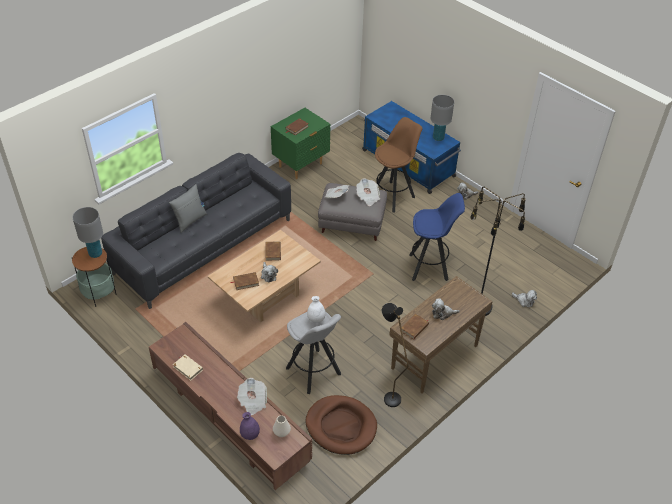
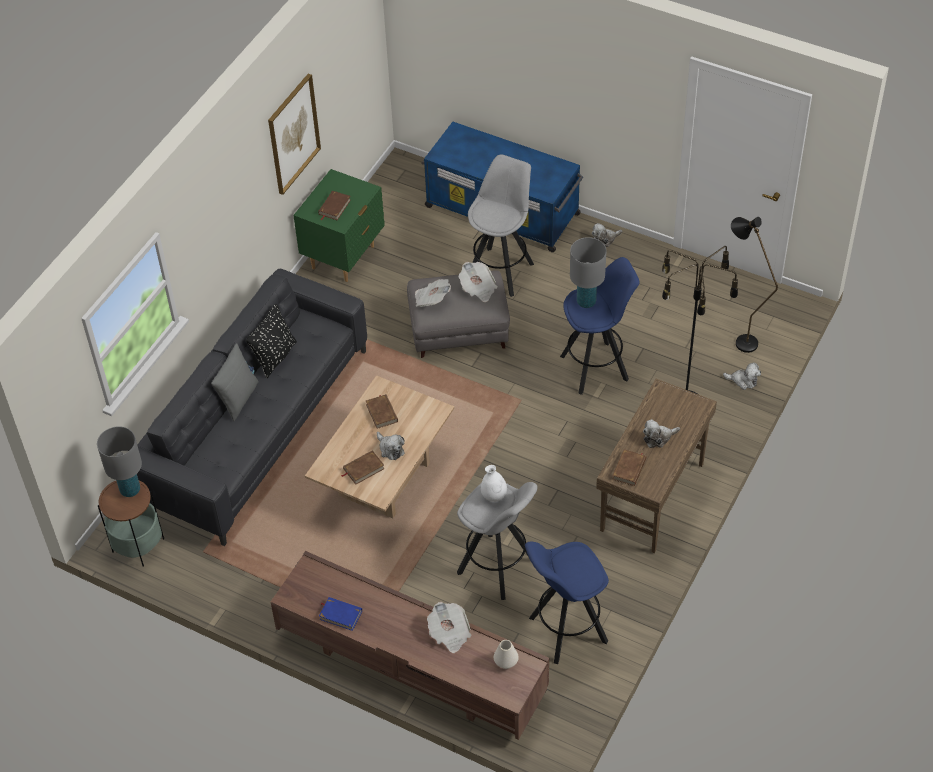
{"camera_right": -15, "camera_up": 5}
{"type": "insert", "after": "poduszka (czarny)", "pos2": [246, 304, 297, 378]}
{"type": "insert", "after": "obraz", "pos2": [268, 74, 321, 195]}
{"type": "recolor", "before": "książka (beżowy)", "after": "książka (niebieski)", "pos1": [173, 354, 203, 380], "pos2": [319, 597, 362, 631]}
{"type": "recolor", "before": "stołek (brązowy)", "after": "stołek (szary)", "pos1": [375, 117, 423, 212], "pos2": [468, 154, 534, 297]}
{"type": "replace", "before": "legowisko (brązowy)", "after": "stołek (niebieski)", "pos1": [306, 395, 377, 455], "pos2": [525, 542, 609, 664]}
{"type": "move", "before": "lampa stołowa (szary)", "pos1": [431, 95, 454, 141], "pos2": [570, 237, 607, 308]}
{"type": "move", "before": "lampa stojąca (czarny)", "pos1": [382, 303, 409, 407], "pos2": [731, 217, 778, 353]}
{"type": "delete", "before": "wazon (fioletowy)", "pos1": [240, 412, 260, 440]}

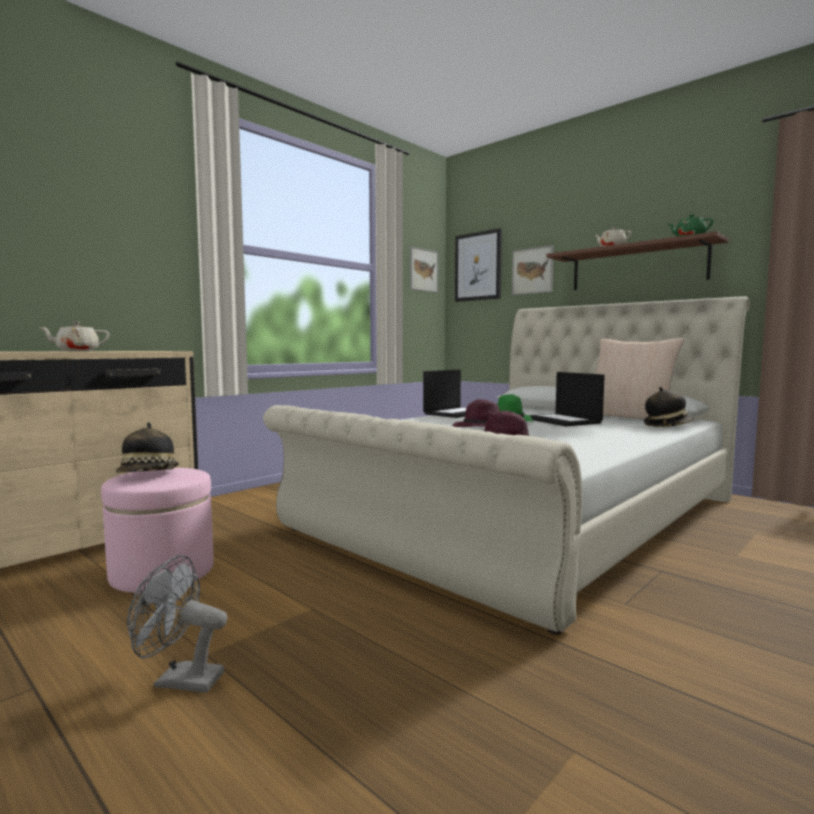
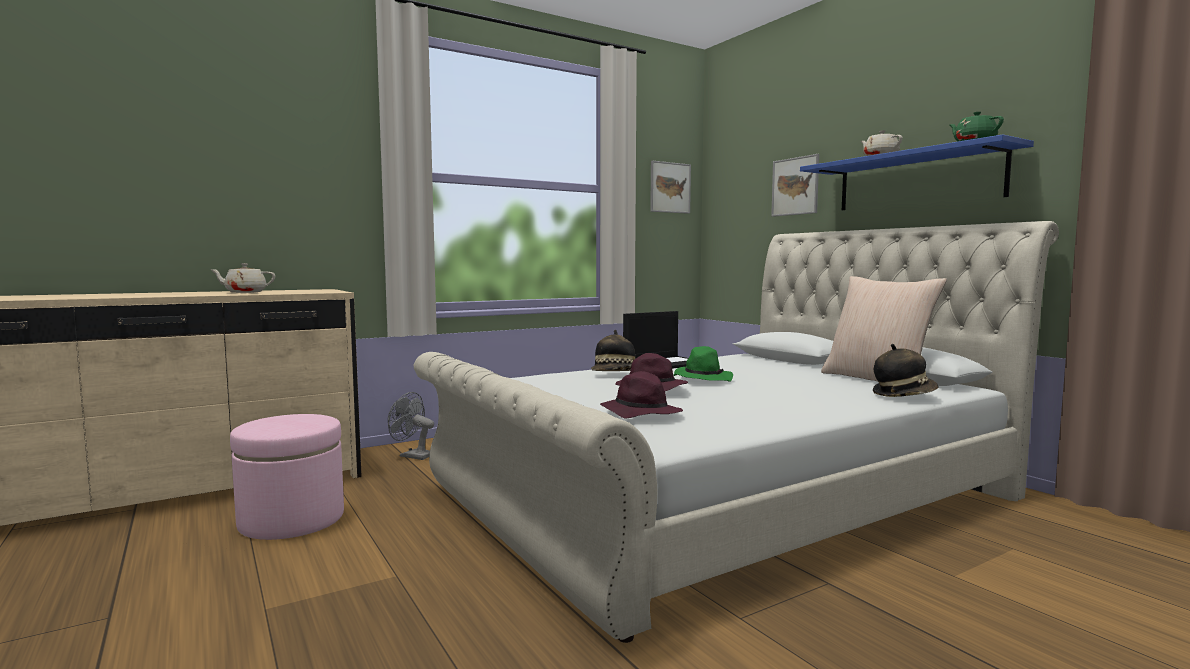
{"camera_right": 15, "camera_up": 0}
{"type": "move", "before": "wentylator (szary)", "pos1": [127, 555, 228, 693], "pos2": [388, 392, 434, 460]}
{"type": "move", "before": "kapelusz", "pos1": [116, 422, 179, 473], "pos2": [591, 330, 635, 371]}
{"type": "recolor", "before": "półka (brązowy)", "after": "półka (niebieski)", "pos1": [546, 231, 729, 290], "pos2": [800, 134, 1034, 210]}
{"type": "delete", "before": "obraz", "pos1": [455, 228, 502, 302]}
{"type": "delete", "before": "laptop", "pos1": [529, 372, 605, 426]}

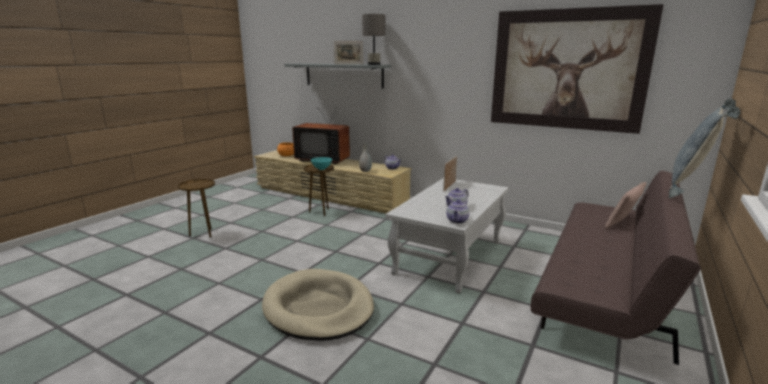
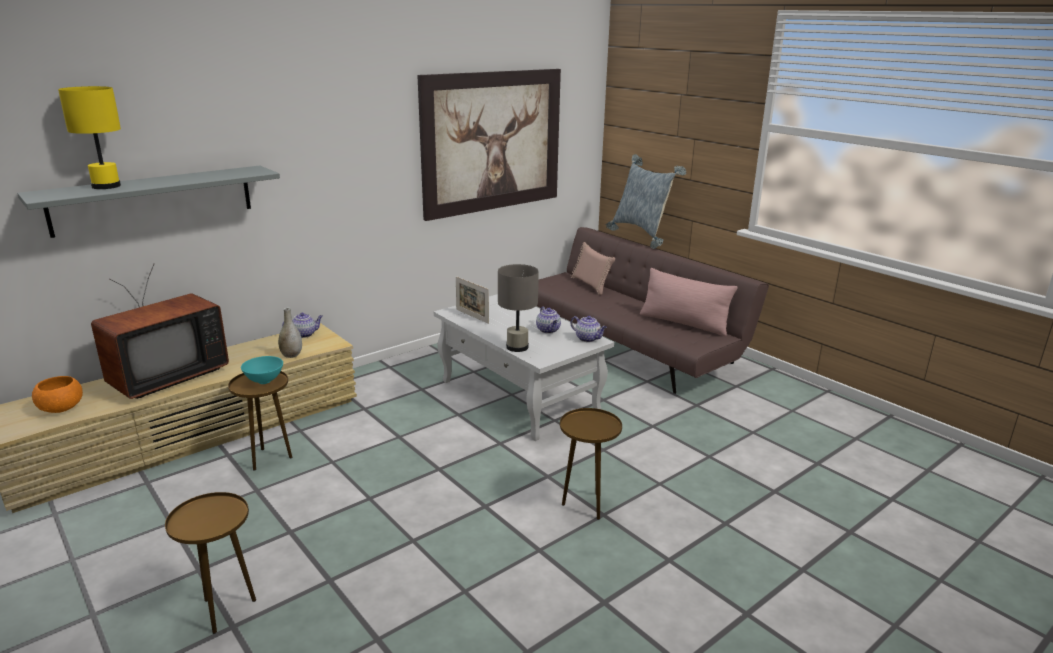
{"camera_right": -70, "camera_up": 5}
{"type": "insert", "after": "lampa stołowa (żółty)", "pos2": [58, 86, 121, 189]}
{"type": "move", "before": "lampa stołowa (szary)", "pos1": [362, 14, 386, 65], "pos2": [498, 264, 539, 352]}
{"type": "replace", "before": "legowisko (beżowy)", "after": "stolik (brązowy)", "pos1": [262, 269, 374, 341], "pos2": [560, 408, 622, 520]}
{"type": "insert", "after": "poduszka (różowy)", "pos2": [640, 268, 738, 336]}
{"type": "delete", "before": "ramka na zdjęcie", "pos1": [334, 41, 363, 64]}

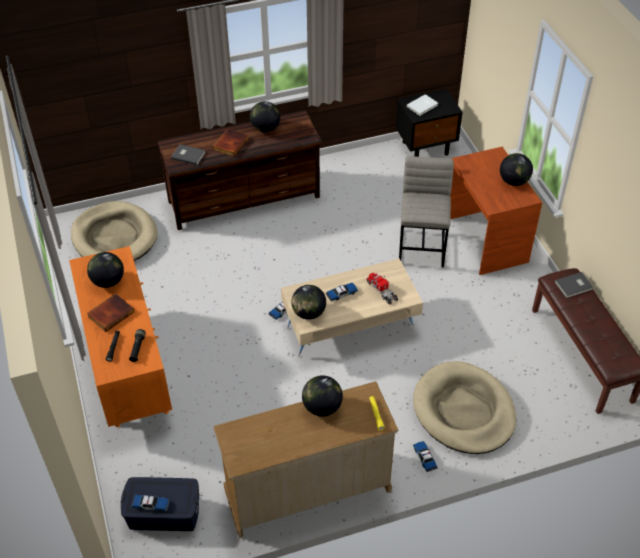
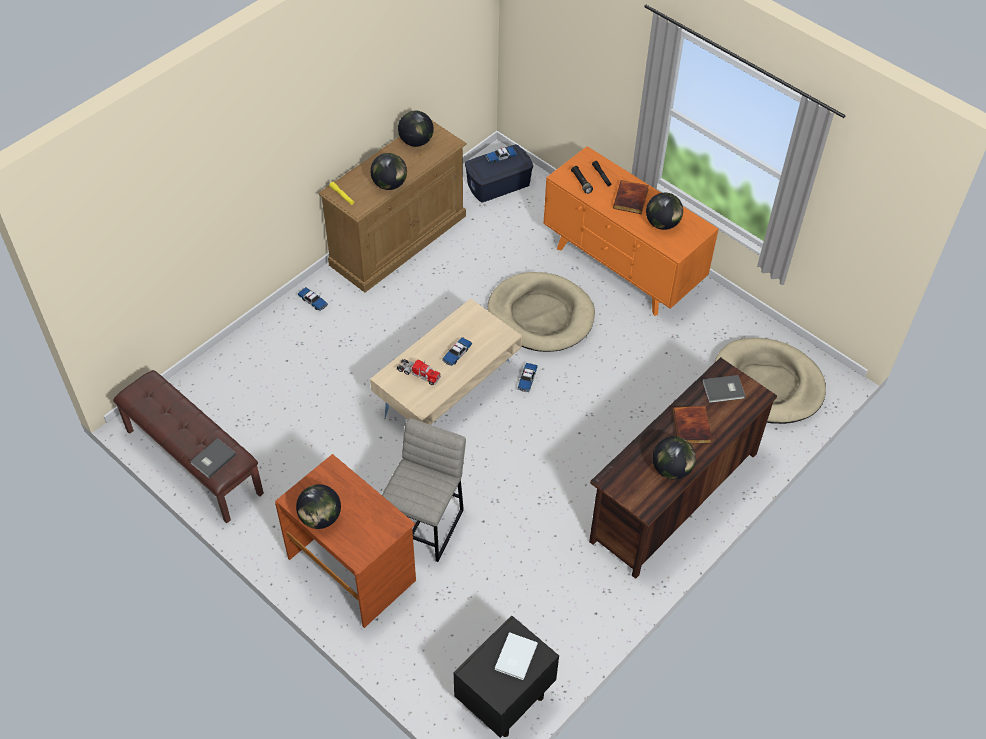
{"camera_right": 150, "camera_up": 5}
{"type": "rotate", "before": "krzesło (szary)", "pos1": [399, 156, 454, 268], "pos2": [382, 418, 466, 562], "turn": -135}
{"type": "move", "before": "globus", "pos1": [291, 285, 326, 320], "pos2": [398, 111, 434, 147]}
{"type": "move", "before": "legowisko (beżowy)", "pos1": [413, 361, 516, 454], "pos2": [488, 272, 595, 352]}

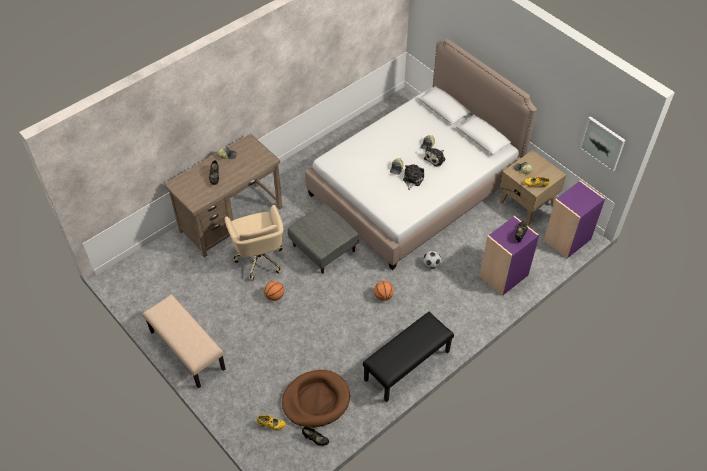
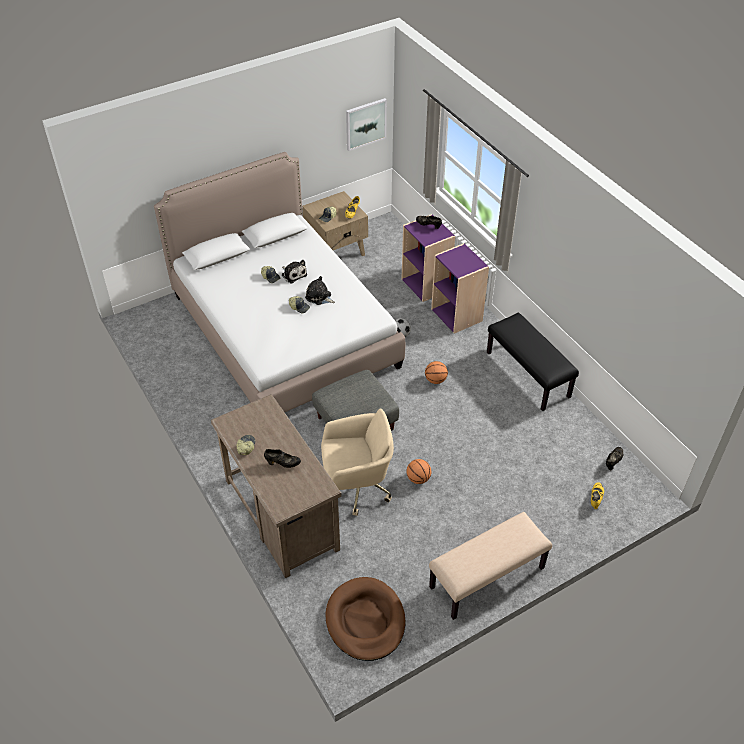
{"camera_right": -80, "camera_up": -5}
{"type": "move", "before": "legowisko (brązowy)", "pos1": [282, 370, 350, 427], "pos2": [326, 577, 405, 661]}
{"type": "move", "before": "regał (fioletowy)", "pos1": [544, 180, 605, 258], "pos2": [431, 243, 489, 334]}

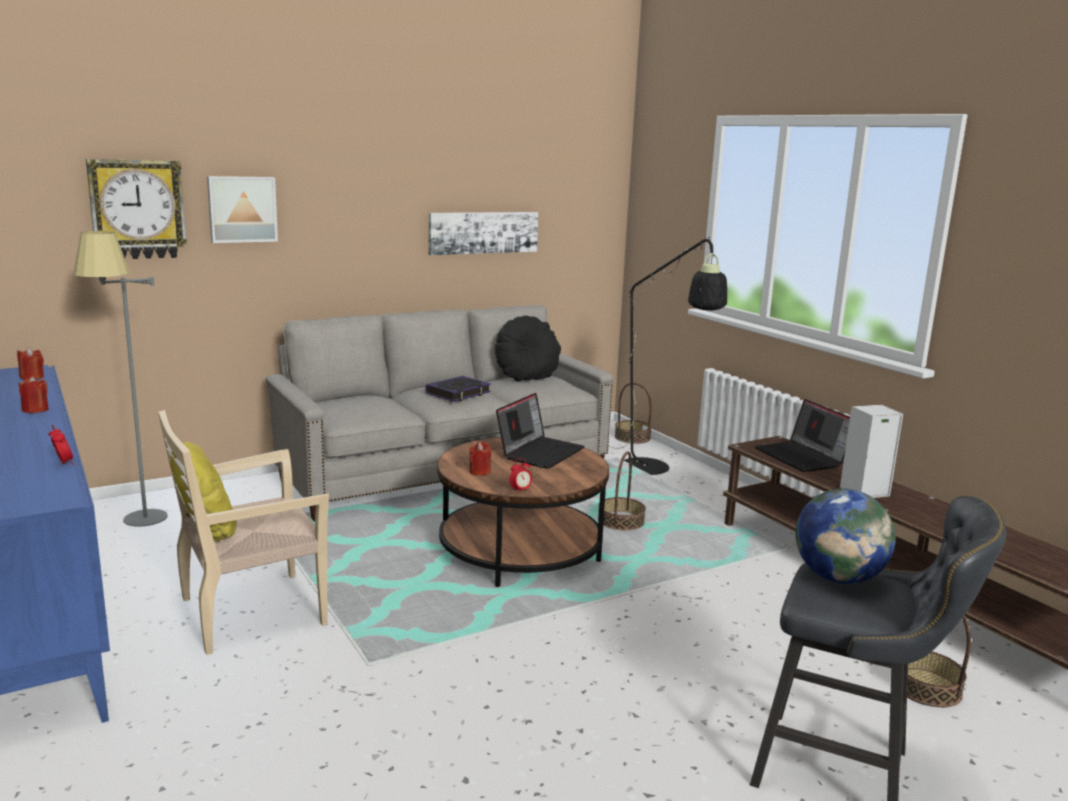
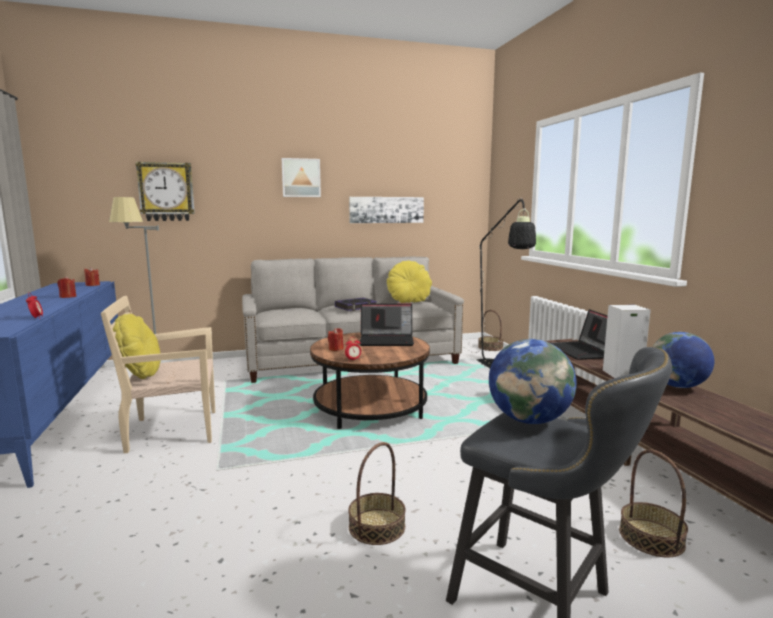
{"camera_right": 15, "camera_up": -5}
{"type": "move", "before": "obraz", "pos1": [207, 176, 278, 243], "pos2": [282, 158, 321, 197]}
{"type": "move", "before": "koszyk", "pos1": [598, 451, 646, 530], "pos2": [348, 442, 406, 545]}
{"type": "rotate", "before": "laptop", "pos1": [496, 393, 585, 469], "pos2": [360, 304, 414, 346], "turn": 45}
{"type": "recolor", "before": "poduszka (czarny)", "after": "poduszka (żółty)", "pos1": [495, 316, 561, 381], "pos2": [387, 261, 432, 303]}
{"type": "insert", "after": "globus", "pos2": [652, 332, 714, 388]}

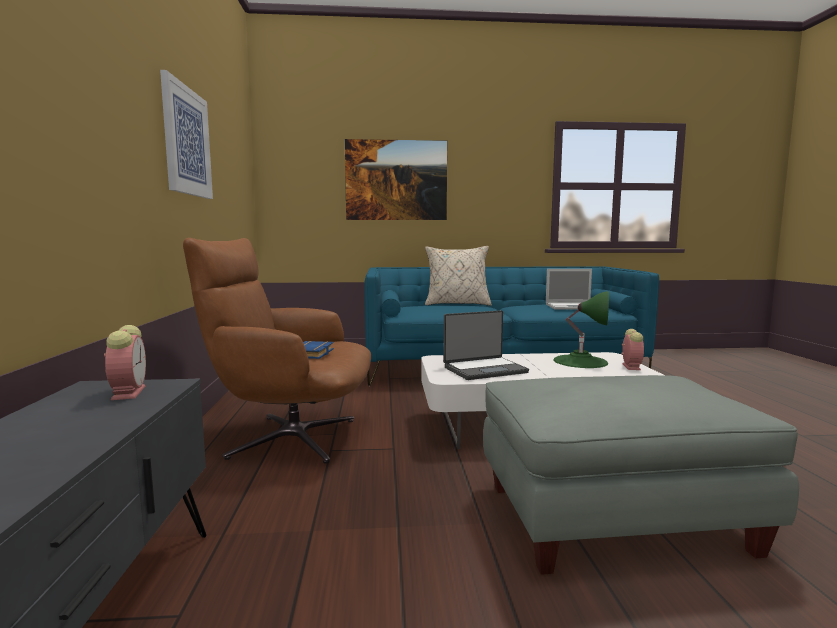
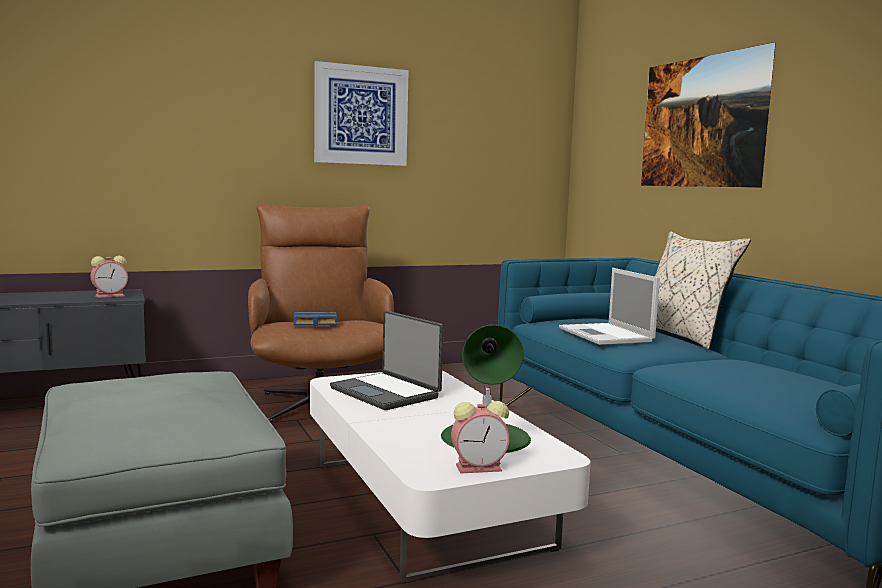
{"camera_right": 70, "camera_up": 0}
{"type": "move", "before": "laptop", "pos1": [546, 269, 592, 310], "pos2": [559, 268, 660, 345]}

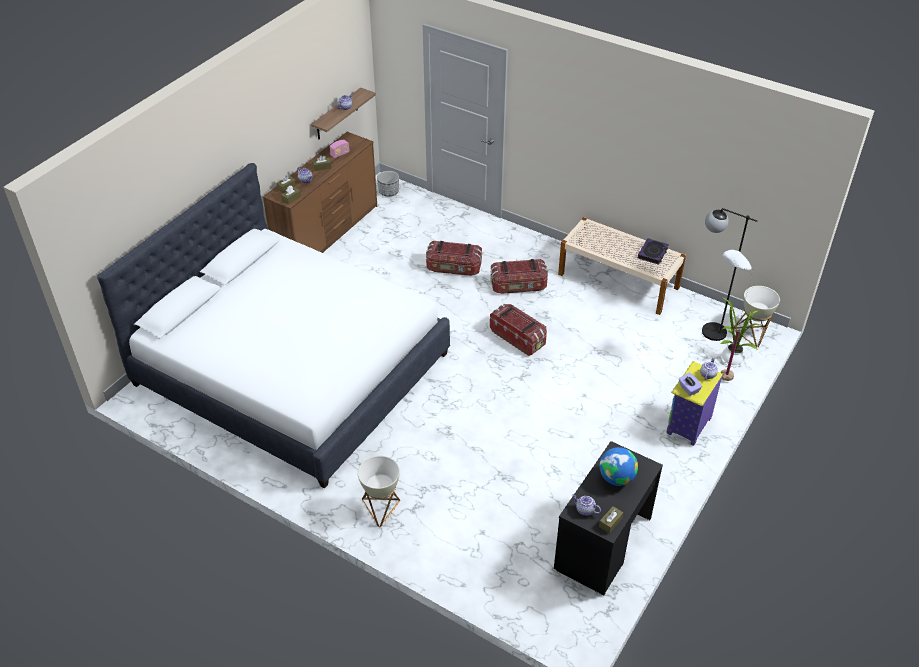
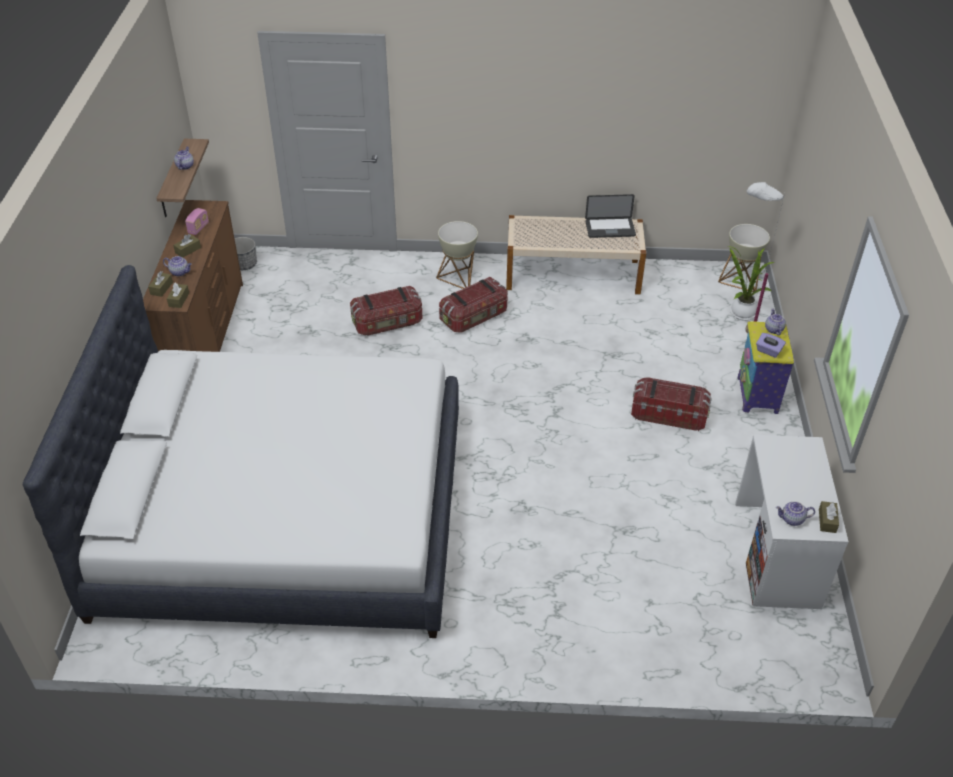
{"camera_right": -30, "camera_up": 0}
{"type": "move", "before": "donica", "pos1": [358, 456, 400, 527], "pos2": [436, 221, 478, 289]}
{"type": "replace", "before": "książka", "after": "laptop", "pos1": [638, 238, 669, 265], "pos2": [585, 194, 636, 238]}
{"type": "move", "before": "pojemnik do przechowywania", "pos1": [490, 304, 547, 356], "pos2": [631, 377, 712, 431]}
{"type": "recolor", "before": "biurko (czarny)", "after": "biurko (biały)", "pos1": [554, 441, 663, 595], "pos2": [735, 435, 849, 609]}
{"type": "delete", "before": "globus", "pos1": [600, 447, 638, 486]}
{"type": "delete", "before": "lampa stojąca (czarny)", "pos1": [702, 208, 757, 341]}

